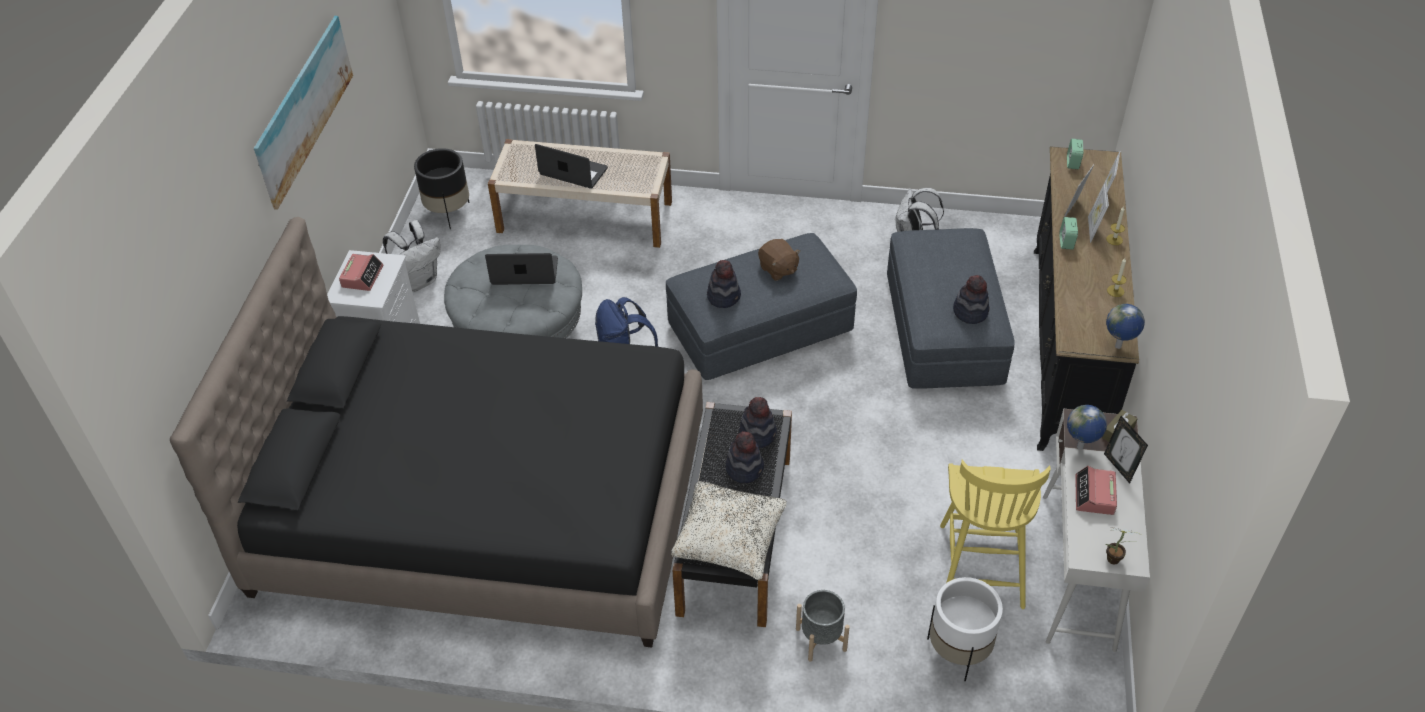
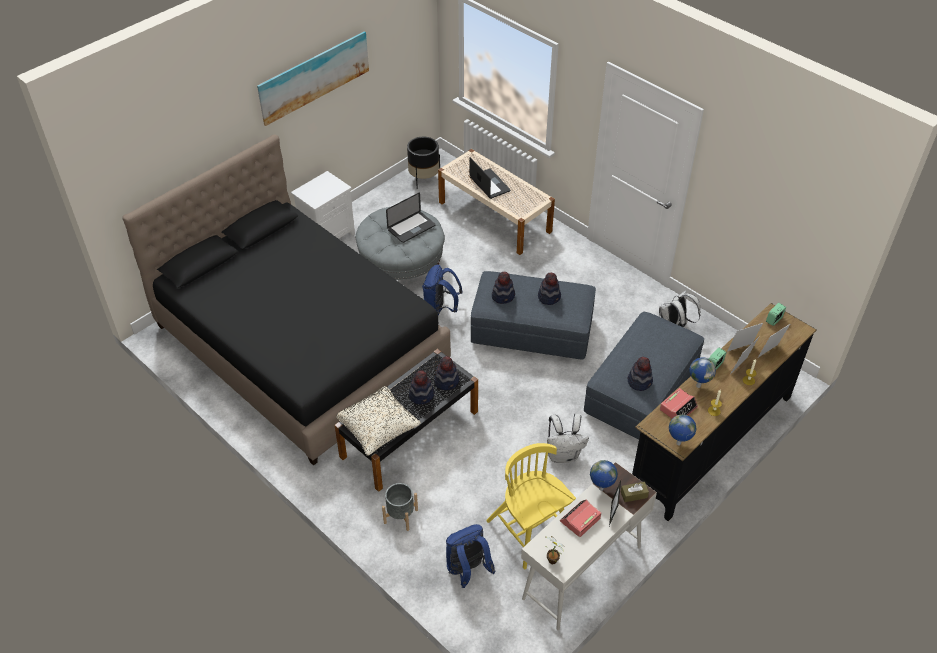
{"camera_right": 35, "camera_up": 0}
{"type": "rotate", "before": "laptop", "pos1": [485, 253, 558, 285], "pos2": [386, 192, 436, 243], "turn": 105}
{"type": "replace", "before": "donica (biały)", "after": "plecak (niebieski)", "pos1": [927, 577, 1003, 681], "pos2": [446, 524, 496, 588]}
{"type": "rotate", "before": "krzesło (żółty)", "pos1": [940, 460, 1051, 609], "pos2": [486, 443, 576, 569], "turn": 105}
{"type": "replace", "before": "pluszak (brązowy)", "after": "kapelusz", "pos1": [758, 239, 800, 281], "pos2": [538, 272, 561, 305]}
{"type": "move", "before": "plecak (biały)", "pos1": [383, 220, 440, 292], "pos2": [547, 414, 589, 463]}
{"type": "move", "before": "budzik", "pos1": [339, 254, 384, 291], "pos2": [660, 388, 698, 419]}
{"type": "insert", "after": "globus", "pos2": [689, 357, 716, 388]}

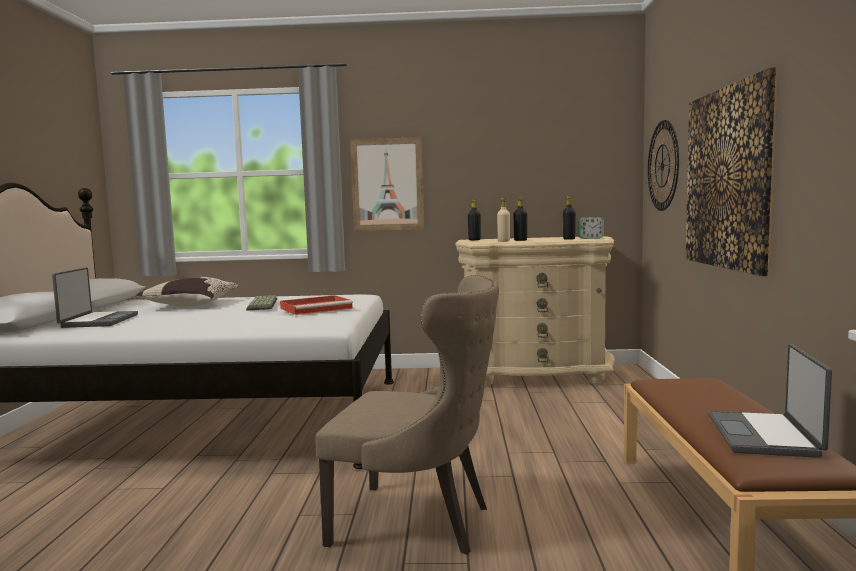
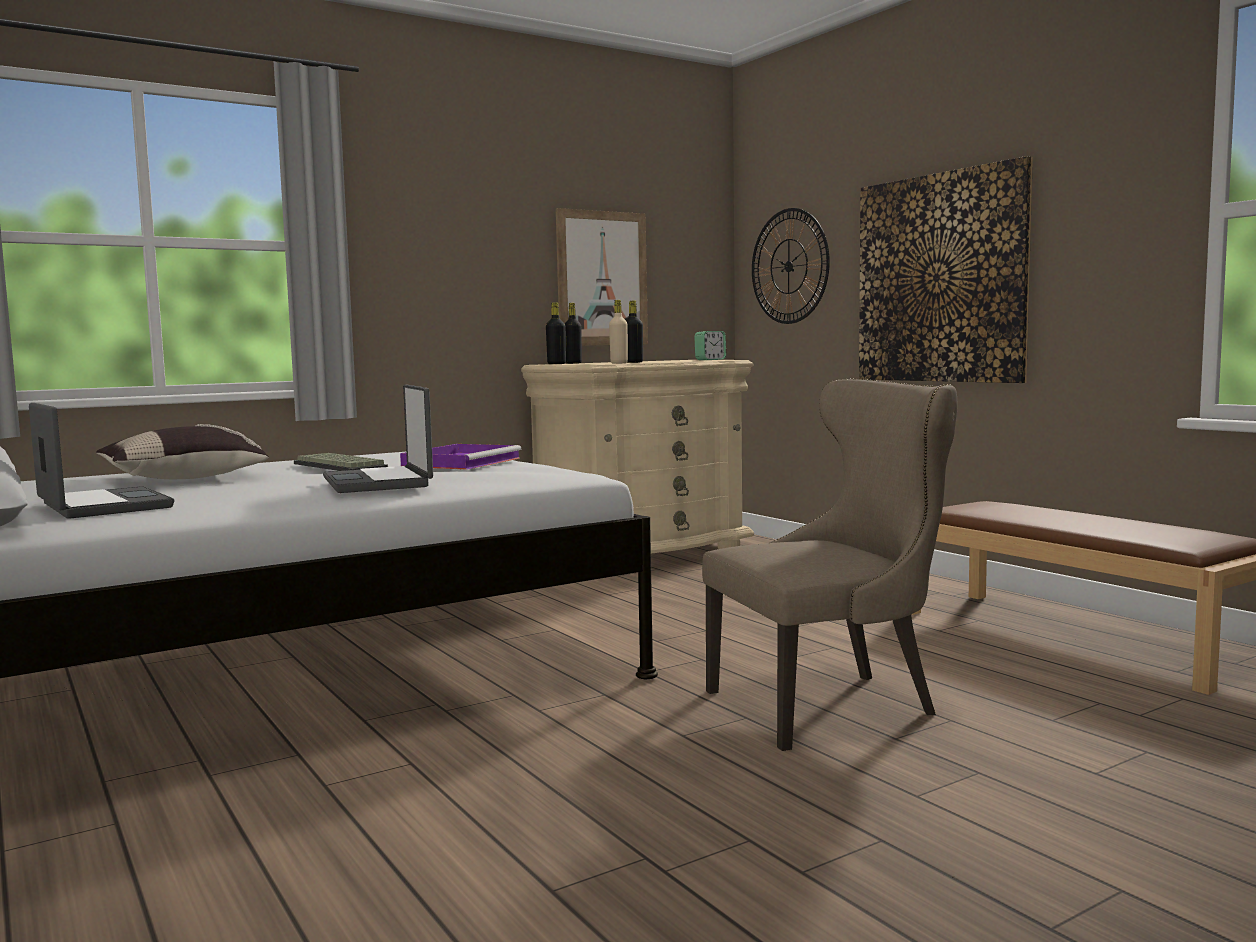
{"camera_right": -35, "camera_up": 0}
{"type": "move", "before": "laptop", "pos1": [708, 344, 832, 458], "pos2": [323, 385, 433, 493]}
{"type": "recolor", "before": "taca (czerwony)", "after": "taca (fioletowy)", "pos1": [280, 295, 353, 315], "pos2": [400, 444, 522, 470]}
{"type": "move", "before": "obraz", "pos1": [350, 137, 424, 231], "pos2": [556, 208, 648, 346]}
{"type": "move", "before": "butelka (czarny)", "pos1": [563, 196, 576, 240], "pos2": [565, 303, 582, 364]}

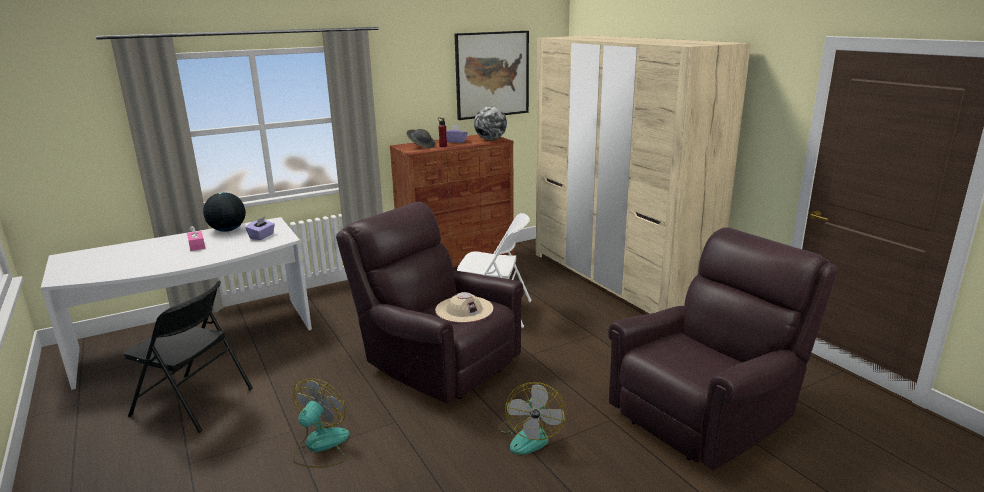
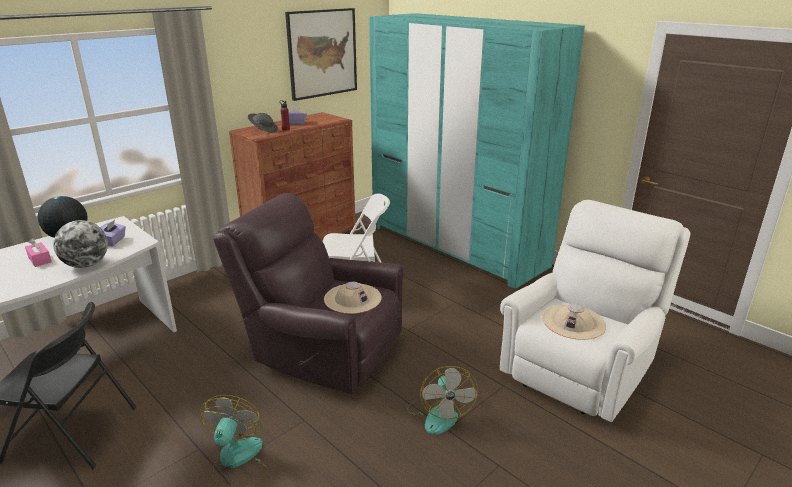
{"camera_right": -15, "camera_up": 5}
{"type": "move", "before": "globus", "pos1": [474, 106, 507, 140], "pos2": [53, 220, 108, 268]}
{"type": "recolor", "before": "szafa (beżowy)", "after": "szafa (turkusowy)", "pos1": [536, 35, 751, 314], "pos2": [369, 13, 585, 289]}
{"type": "recolor", "before": "fotel (brązowy)", "after": "fotel (biały)", "pos1": [608, 228, 837, 471], "pos2": [500, 200, 691, 422]}
{"type": "insert", "after": "kapelusz (beżowy)", "pos2": [542, 304, 606, 340]}

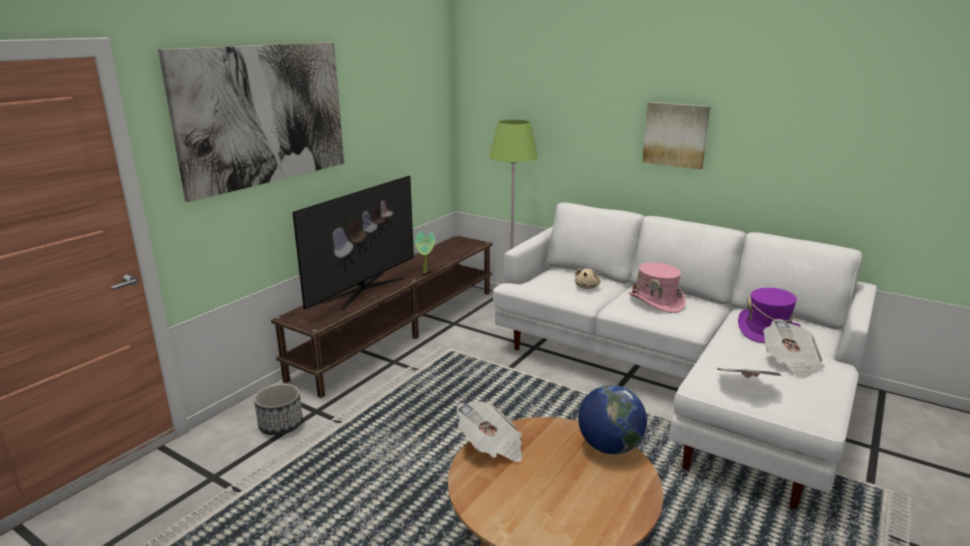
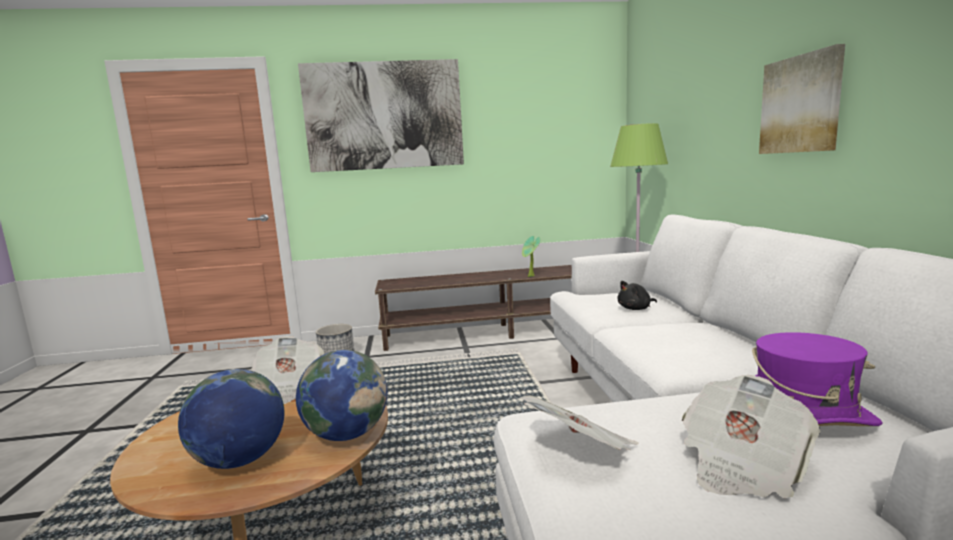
{"camera_right": 50, "camera_up": -10}
{"type": "insert", "after": "globus", "pos2": [178, 369, 284, 469]}
{"type": "recolor", "before": "pluszak (beżowy)", "after": "pluszak (czarny)", "pos1": [575, 268, 600, 289], "pos2": [617, 281, 657, 310]}
{"type": "delete", "before": "telewizor", "pos1": [292, 176, 414, 310]}
{"type": "delete", "before": "kapelusz (różowy)", "pos1": [629, 262, 686, 313]}

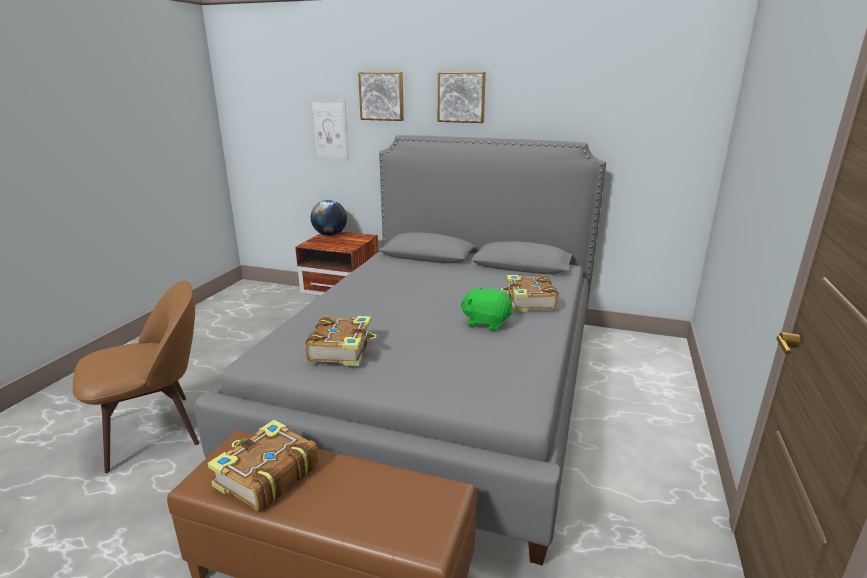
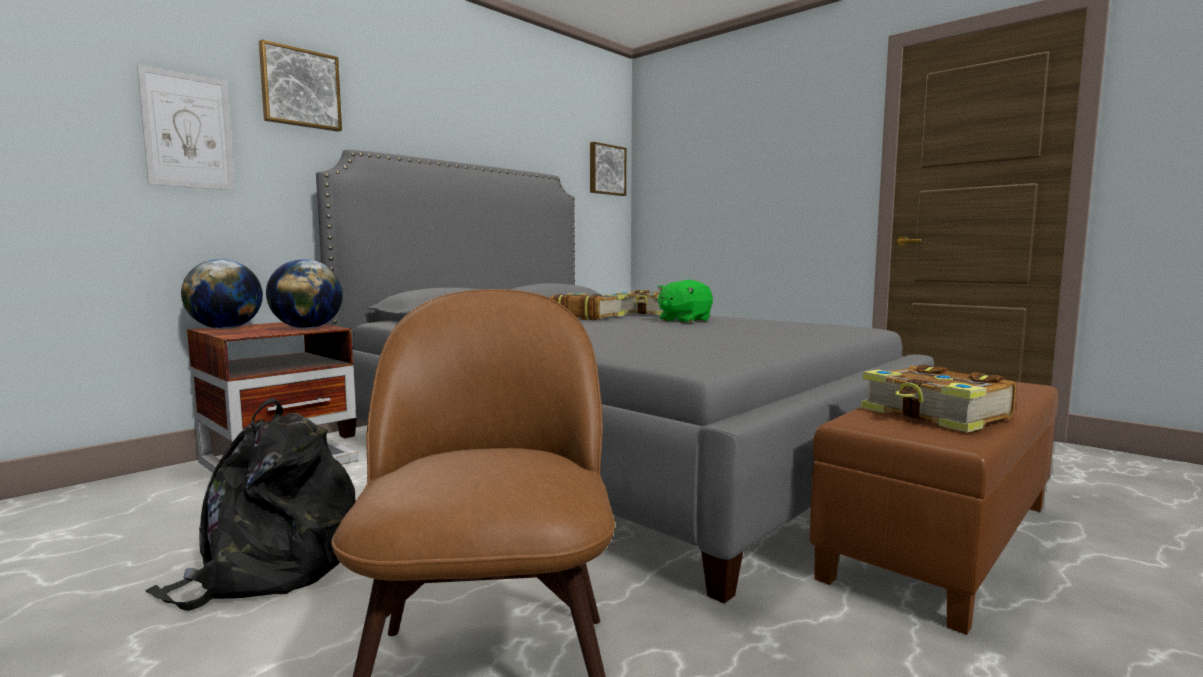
{"camera_right": -65, "camera_up": -15}
{"type": "insert", "after": "plecak (czarny)", "pos2": [145, 398, 356, 611]}
{"type": "insert", "after": "globus", "pos2": [266, 259, 343, 329]}
{"type": "move", "before": "książka", "pos1": [305, 316, 377, 366], "pos2": [550, 293, 625, 320]}
{"type": "move", "before": "obraz", "pos1": [438, 72, 486, 123], "pos2": [590, 142, 626, 196]}

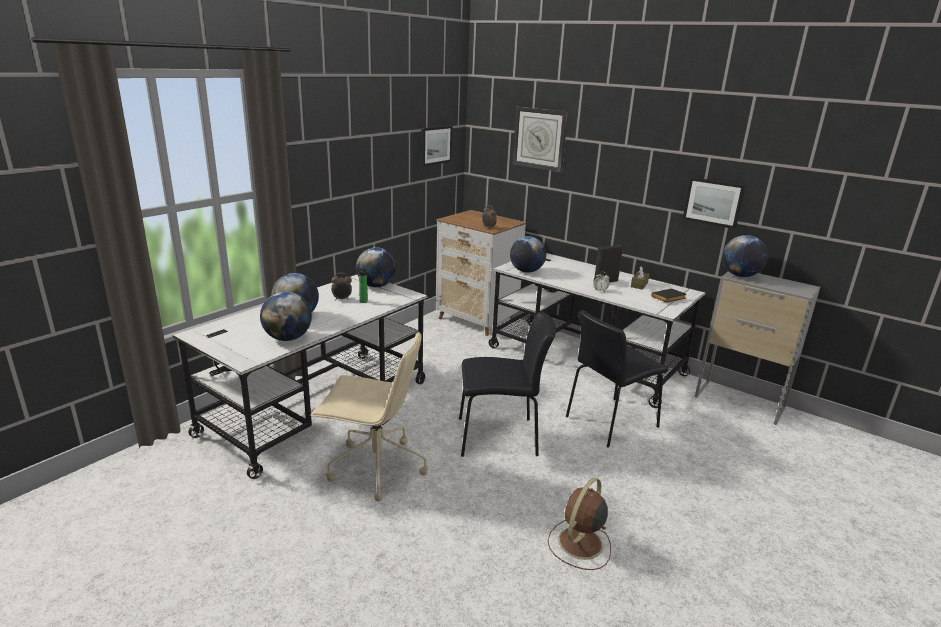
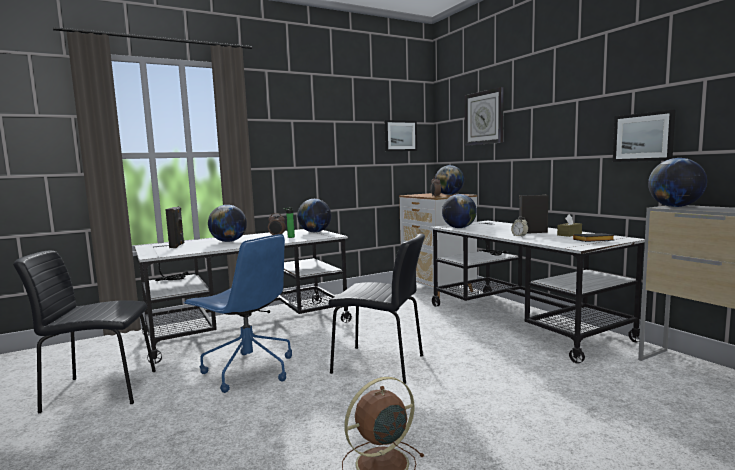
{"camera_right": 25, "camera_up": -15}
{"type": "move", "before": "krzesło (czarny)", "pos1": [566, 310, 668, 448], "pos2": [13, 251, 156, 413]}
{"type": "insert", "after": "głośnik (czarny)", "pos2": [165, 206, 184, 248]}
{"type": "recolor", "before": "krzesło biurowe (beżowy)", "after": "krzesło biurowe (niebieski)", "pos1": [310, 331, 428, 501], "pos2": [183, 234, 292, 393]}
{"type": "move", "before": "globus", "pos1": [260, 291, 312, 341], "pos2": [435, 165, 464, 195]}

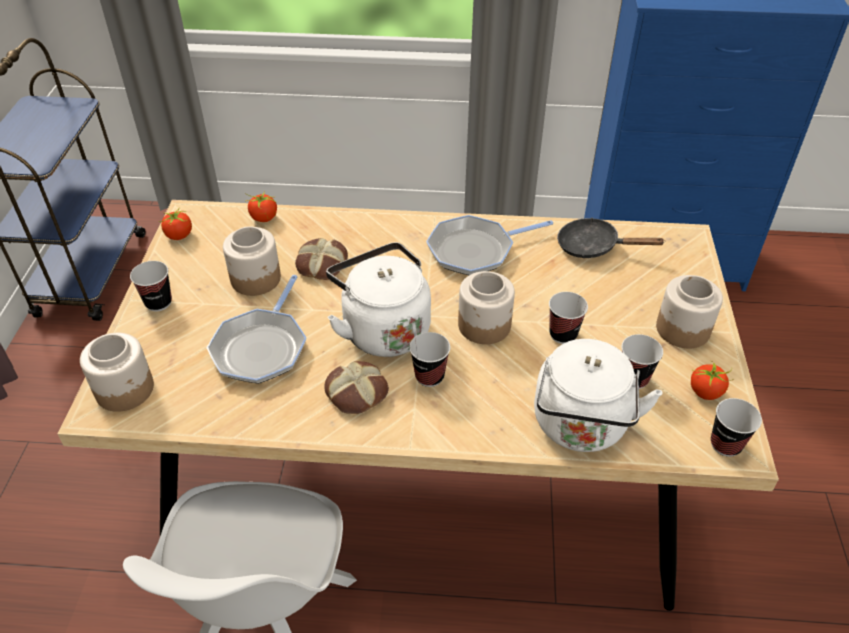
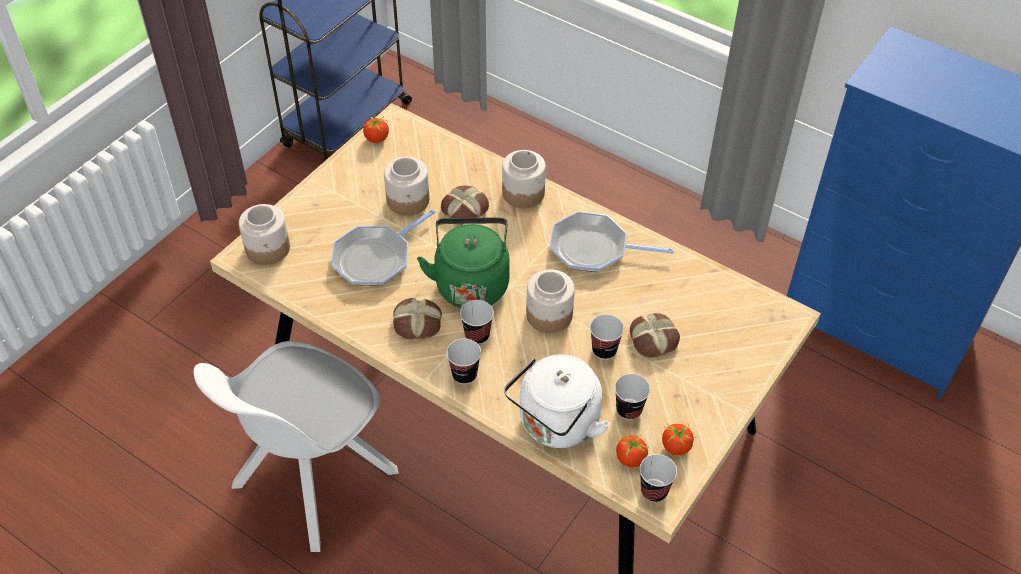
{"camera_right": 30, "camera_up": 5}
{"type": "recolor", "before": "czajnik (biały)", "after": "czajnik (zielony)", "pos1": [326, 242, 431, 357], "pos2": [417, 218, 510, 308]}
{"type": "move", "before": "filiżanka", "pos1": [130, 261, 172, 311], "pos2": [446, 338, 481, 384]}
{"type": "move", "before": "słoik", "pos1": [656, 275, 723, 349], "pos2": [502, 150, 546, 208]}
{"type": "move", "before": "pomidor", "pos1": [245, 191, 277, 222], "pos2": [616, 431, 650, 468]}
{"type": "insert", "after": "chleb", "pos2": [630, 313, 680, 358]}
{"type": "delete", "before": "patelnia (czarny)", "pos1": [557, 218, 666, 258]}

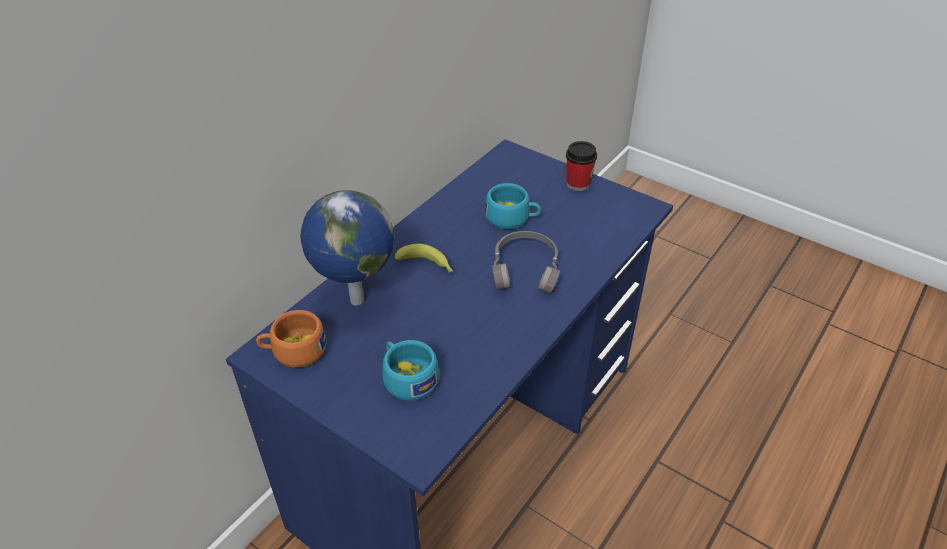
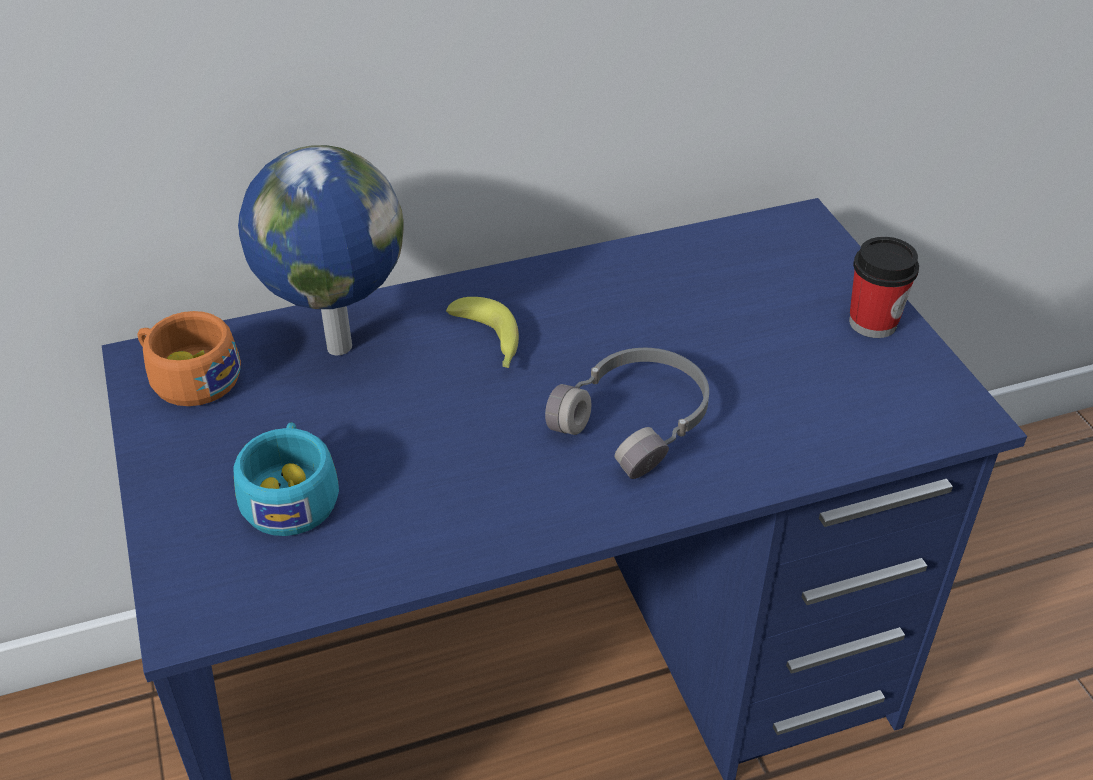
{"camera_right": 35, "camera_up": 0}
{"type": "delete", "before": "filiżanka (turkusowy)", "pos1": [485, 183, 541, 229]}

